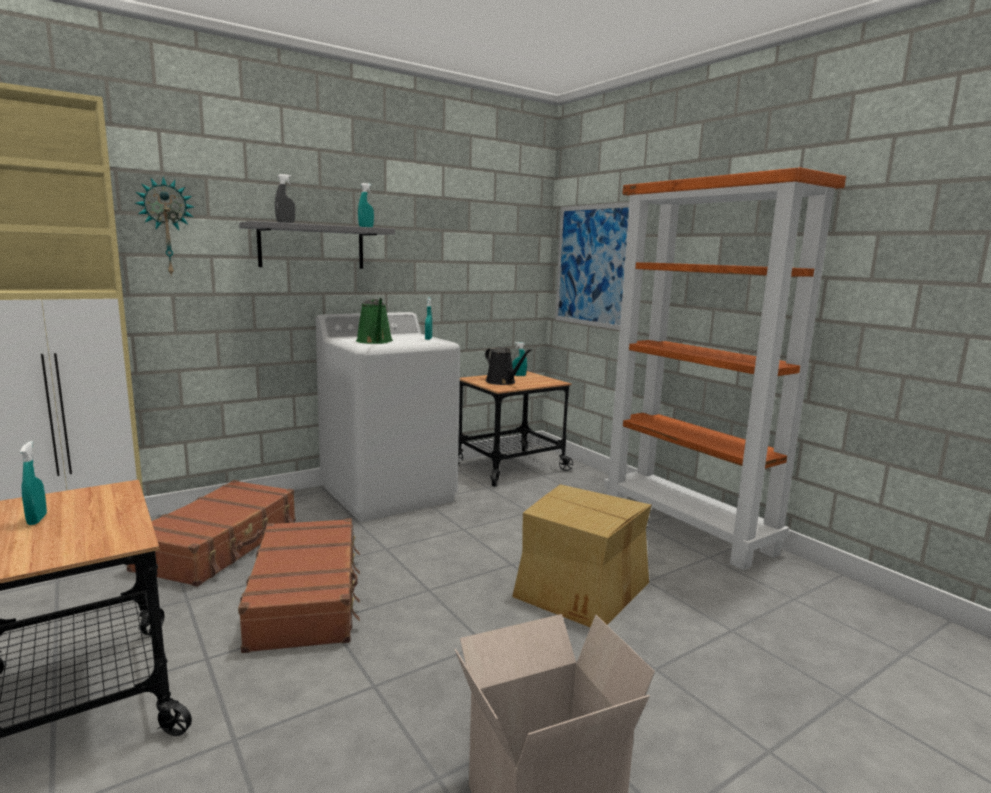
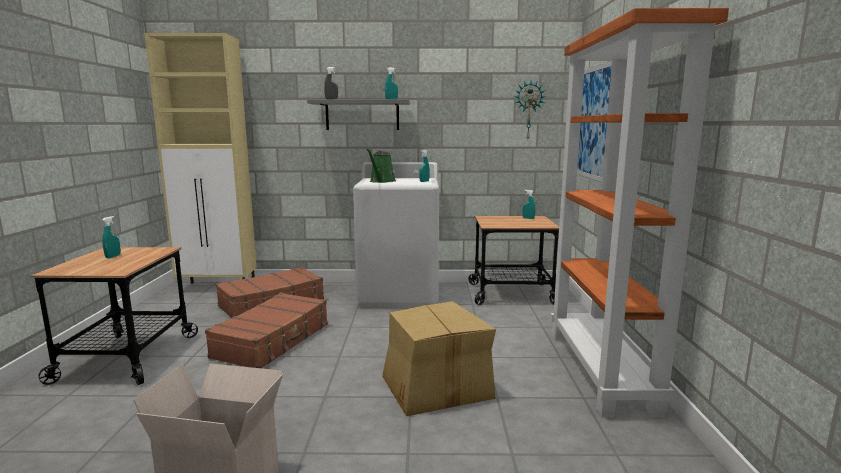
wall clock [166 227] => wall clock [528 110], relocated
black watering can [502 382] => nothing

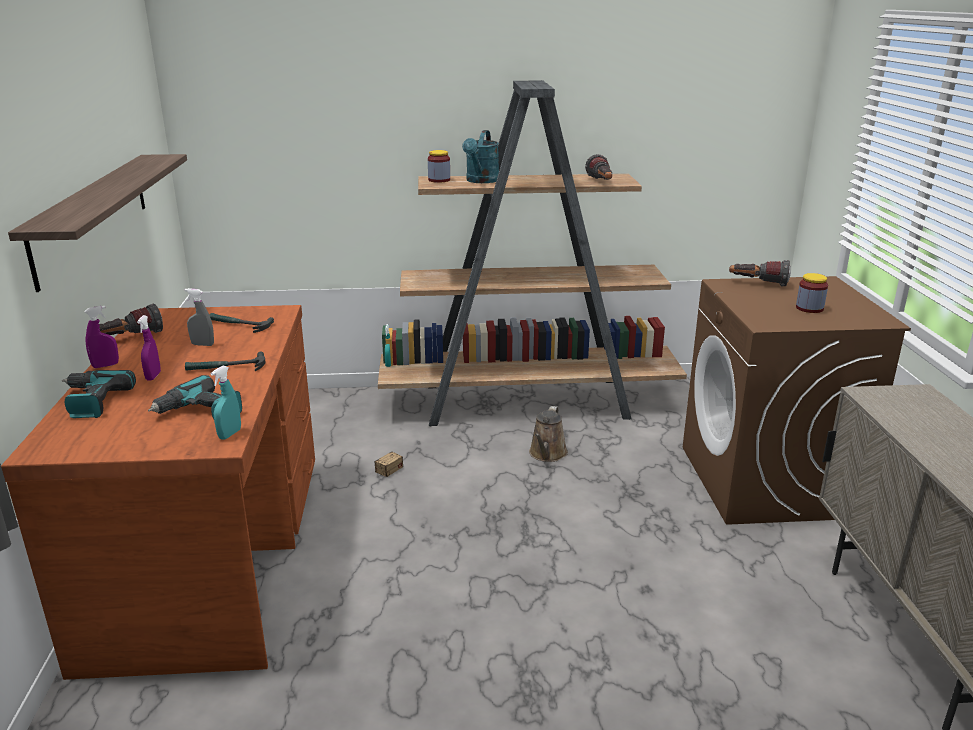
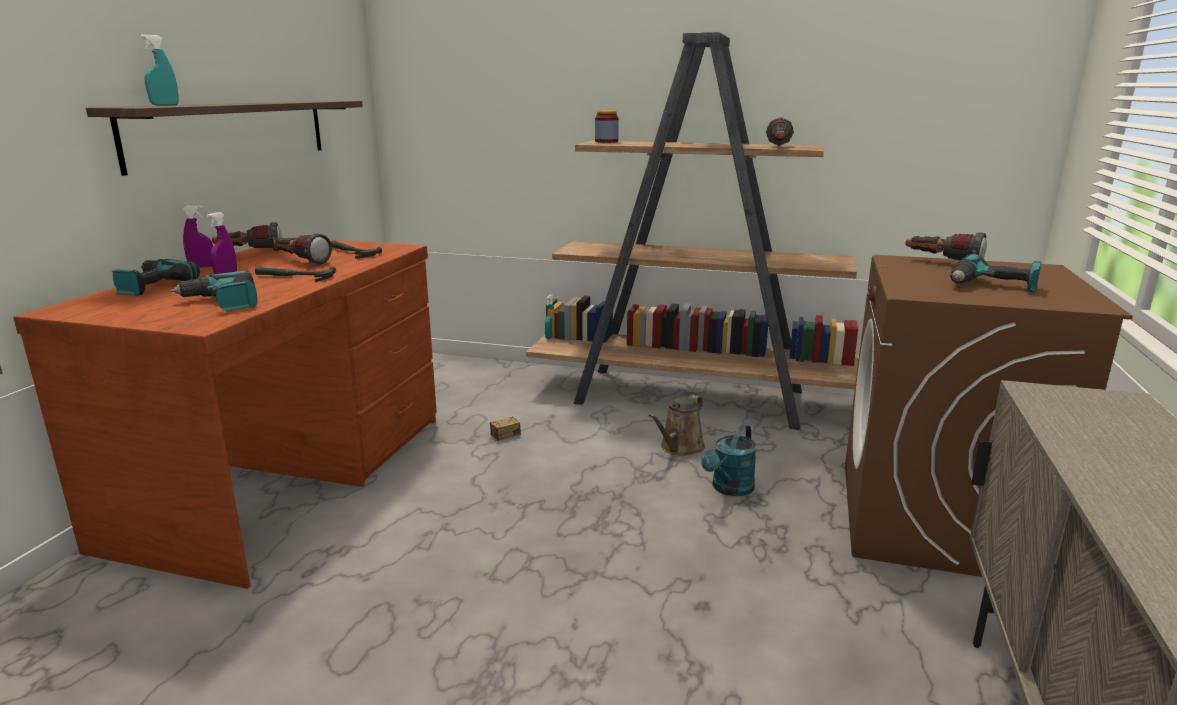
turquoise watering can [481 181] => turquoise watering can [729 489], relocated
jar [809 308] => power drill [991 286]
grey spray bottle [202 344] => flashlight [300 261]
turquoise spray bottle [229 434] => turquoise spray bottle [165 105], relocated

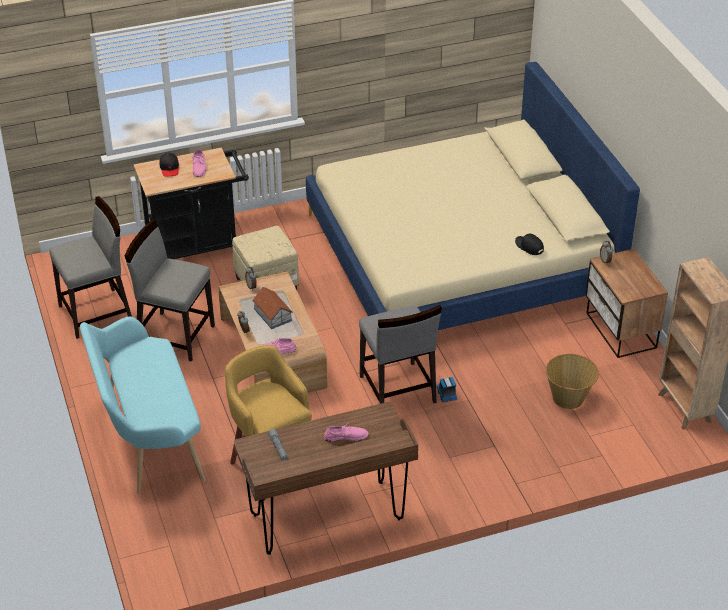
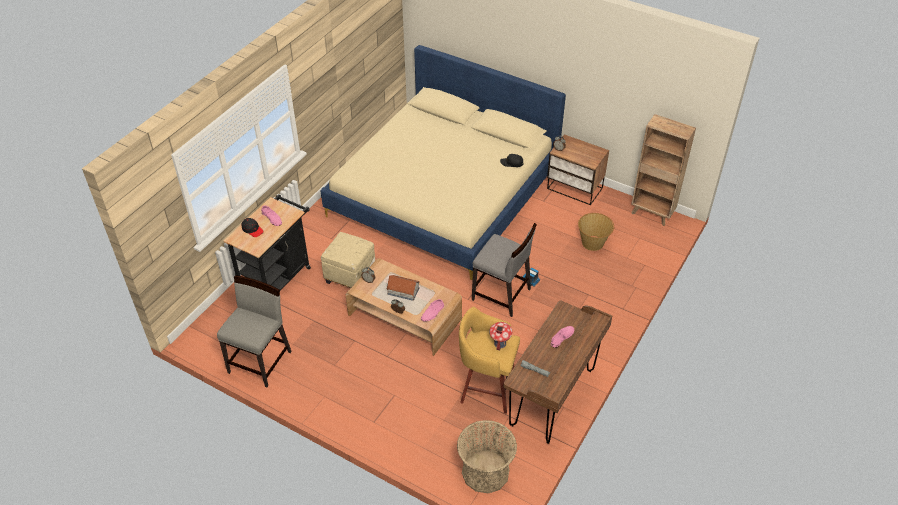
grey chair [175 336] => nothing
turquoise bench [147 438] => nothing
nothing => toy house [500 343]
nothing => basket [485 472]

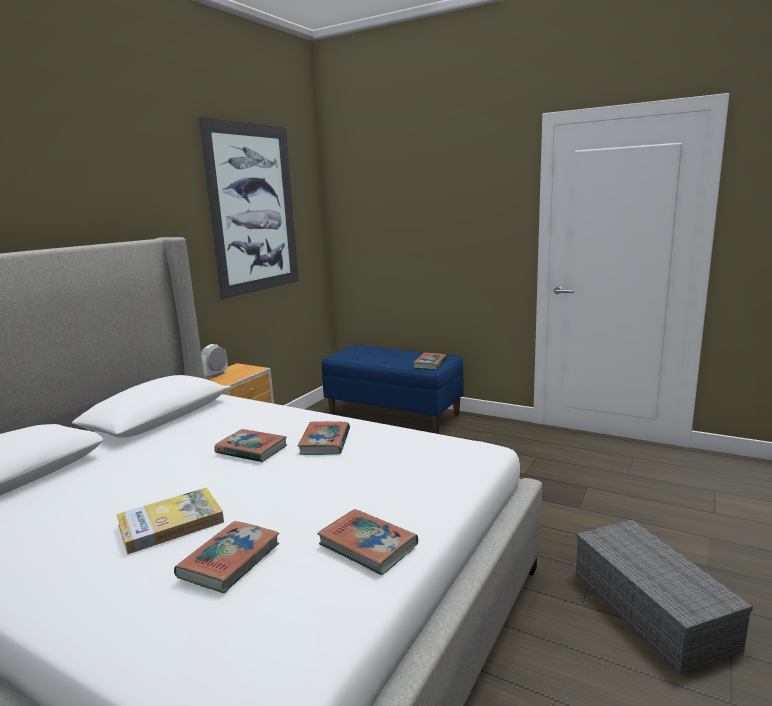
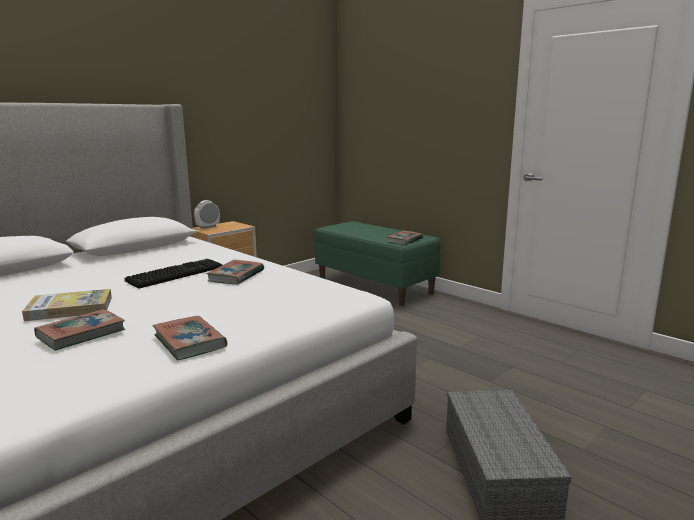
picture [253 209] => nothing
blue bench [394 414] => green bench [375 286]
book [251 450] => keyboard [176 274]

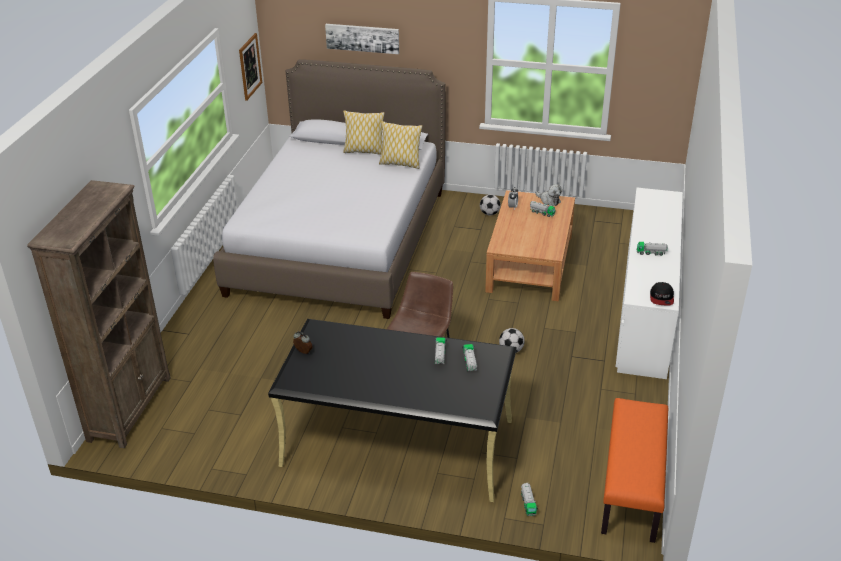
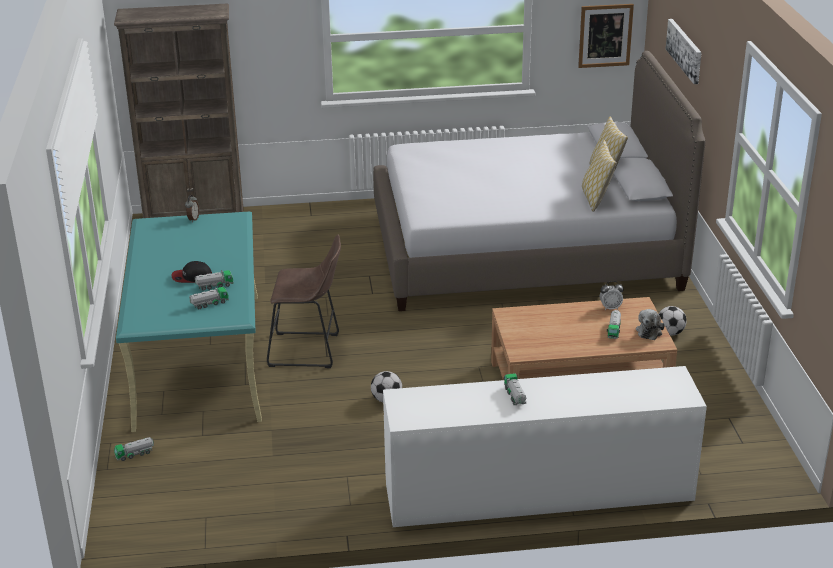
cap [661 298] => cap [192 277], relocated
black desk [397 443] => turquoise desk [199 359]
orange bench [632 488] => nothing

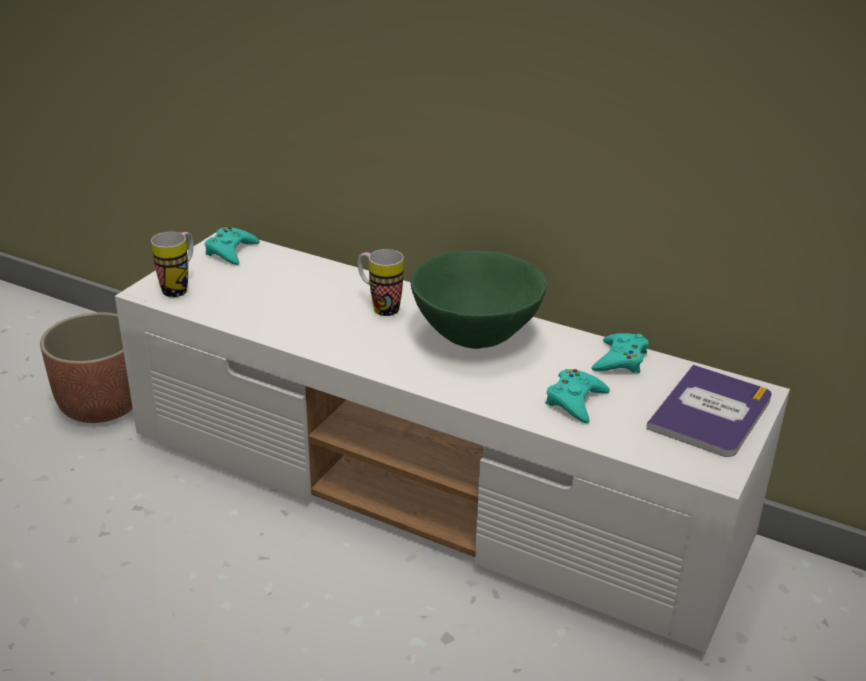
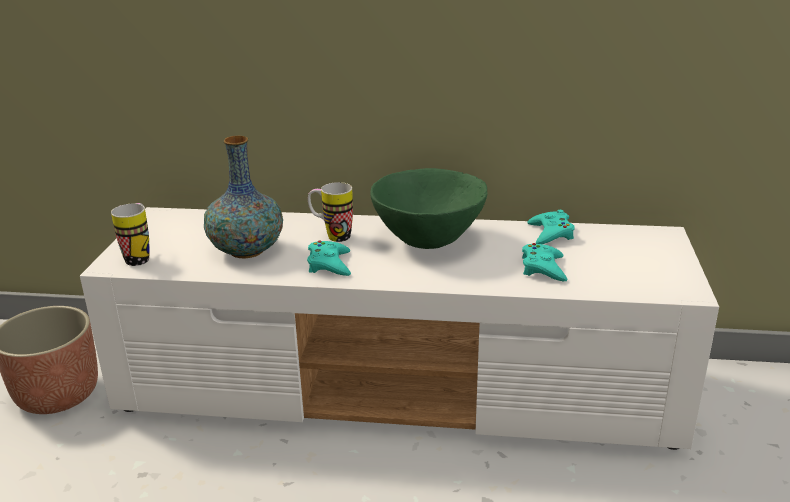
turquoise game controller [231 251] => turquoise game controller [329 264], relocated
book [711 412] => nothing
nothing => vase [246 251]

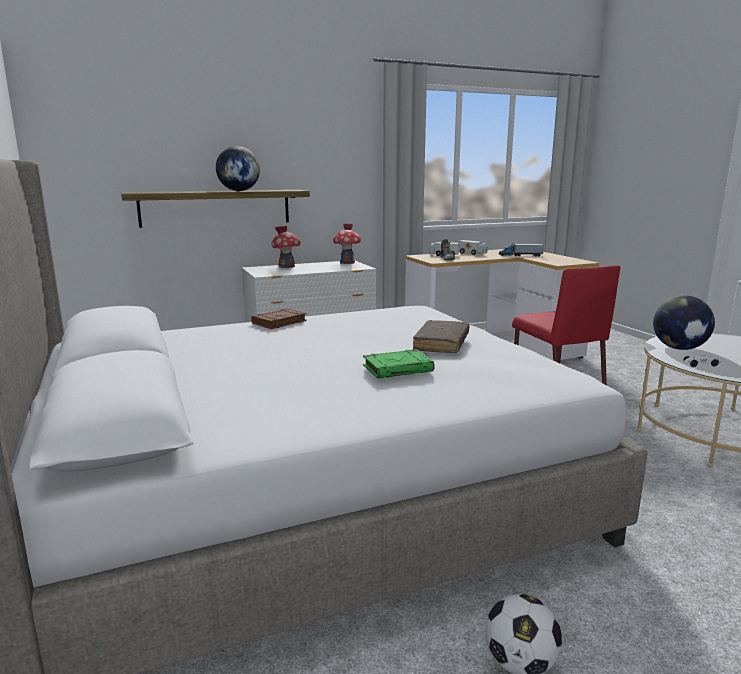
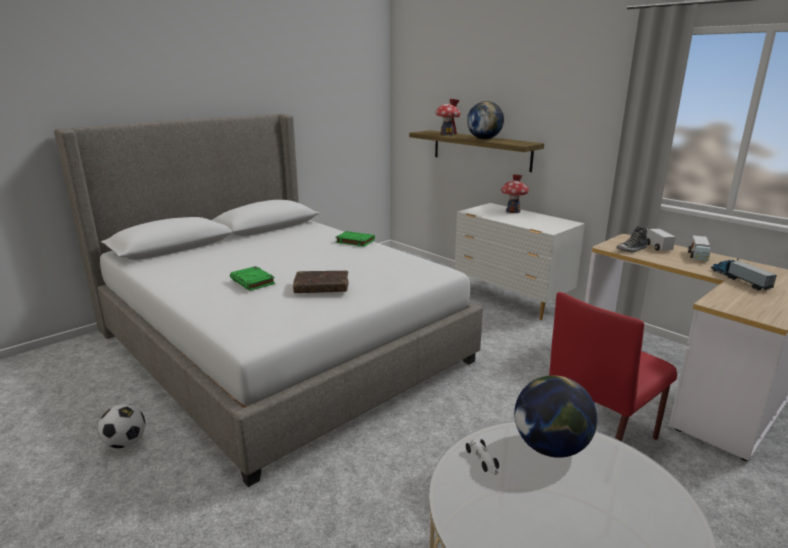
toy house [347 262] => toy house [447 134], relocated
brown book [279 322] => green book [354 241]

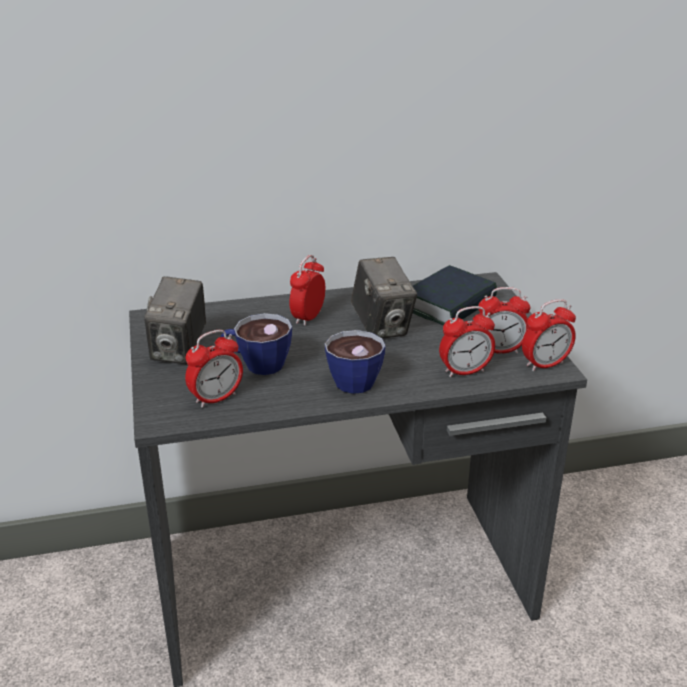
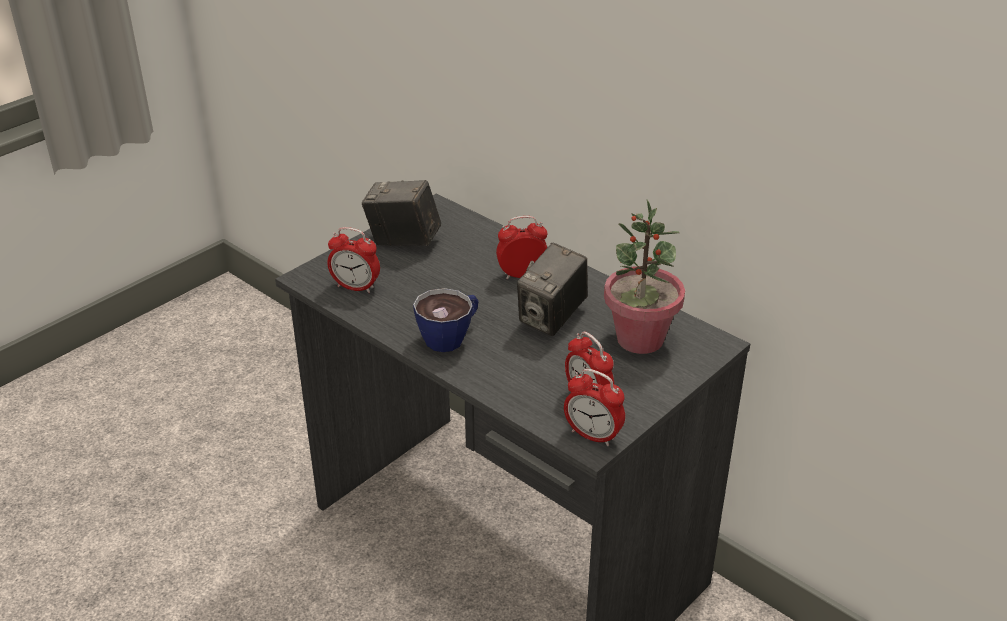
book [449 305] => potted plant [639 340]
photo camera [179 350] => photo camera [403 241], 45 degrees clockwise
alarm clock [465 371] => nothing
cup [256 364] => nothing

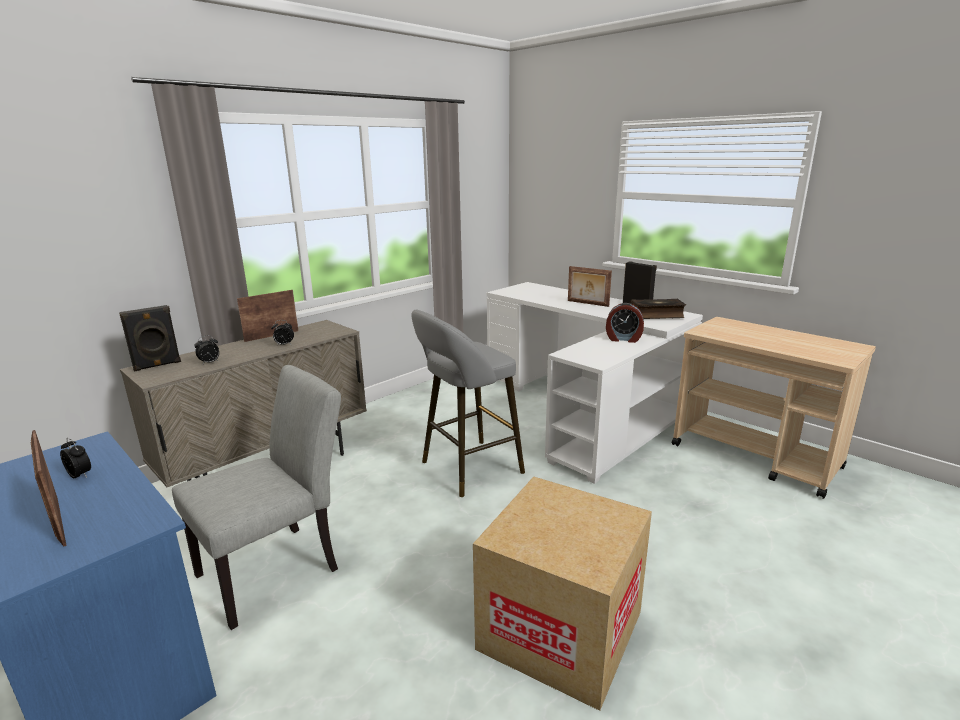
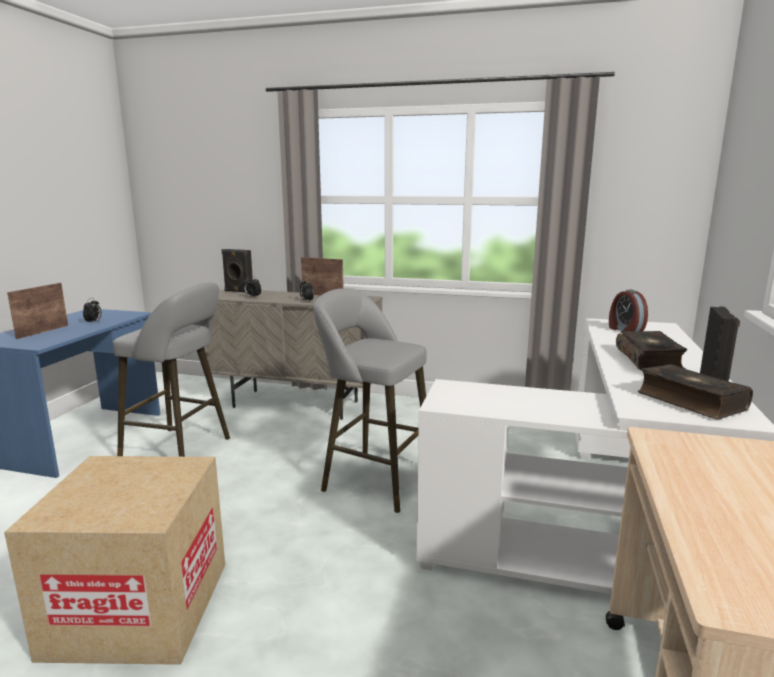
picture frame [587 303] => book [649 359]
alarm clock [623 339] => alarm clock [624 330], relocated
grey chair [278 567] => grey stool [181 450]

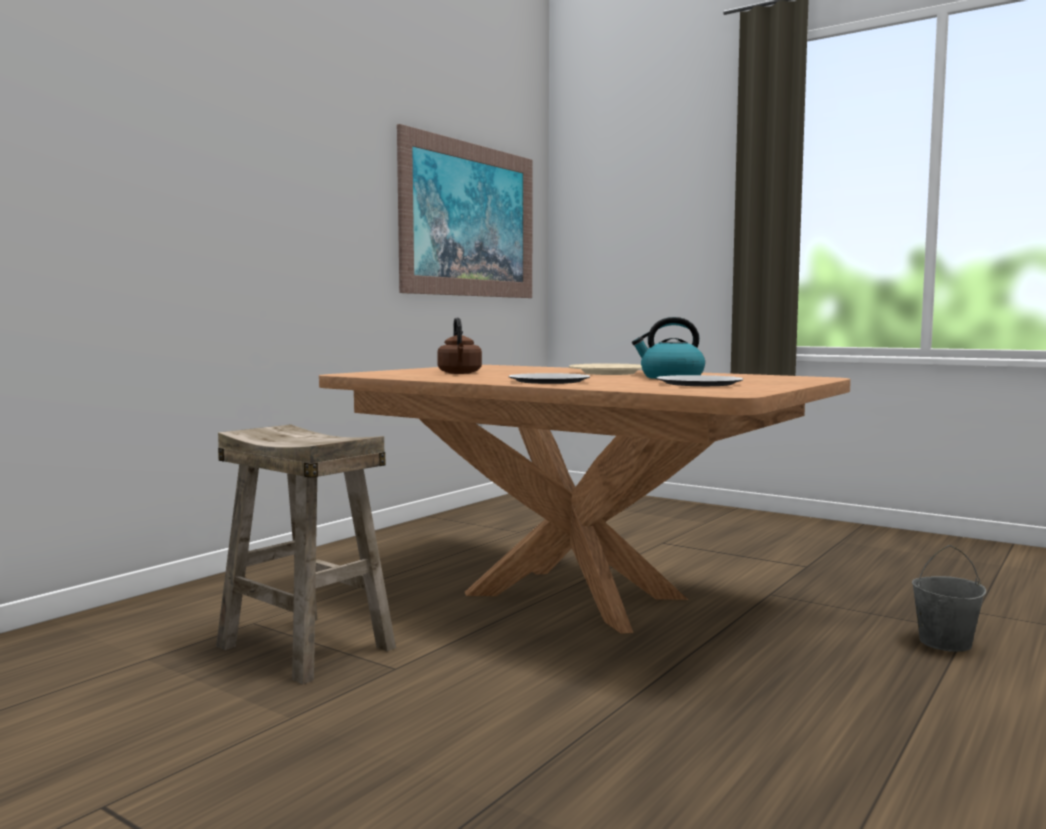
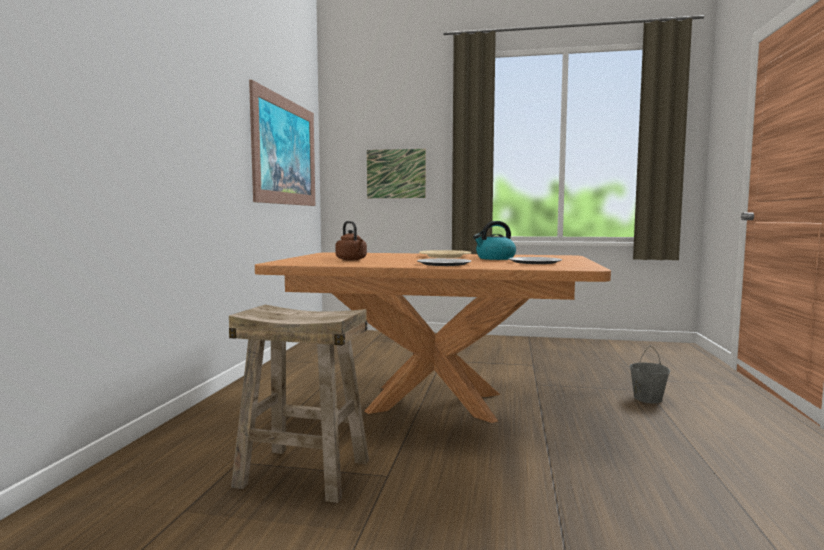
nothing => picture [396 173]

